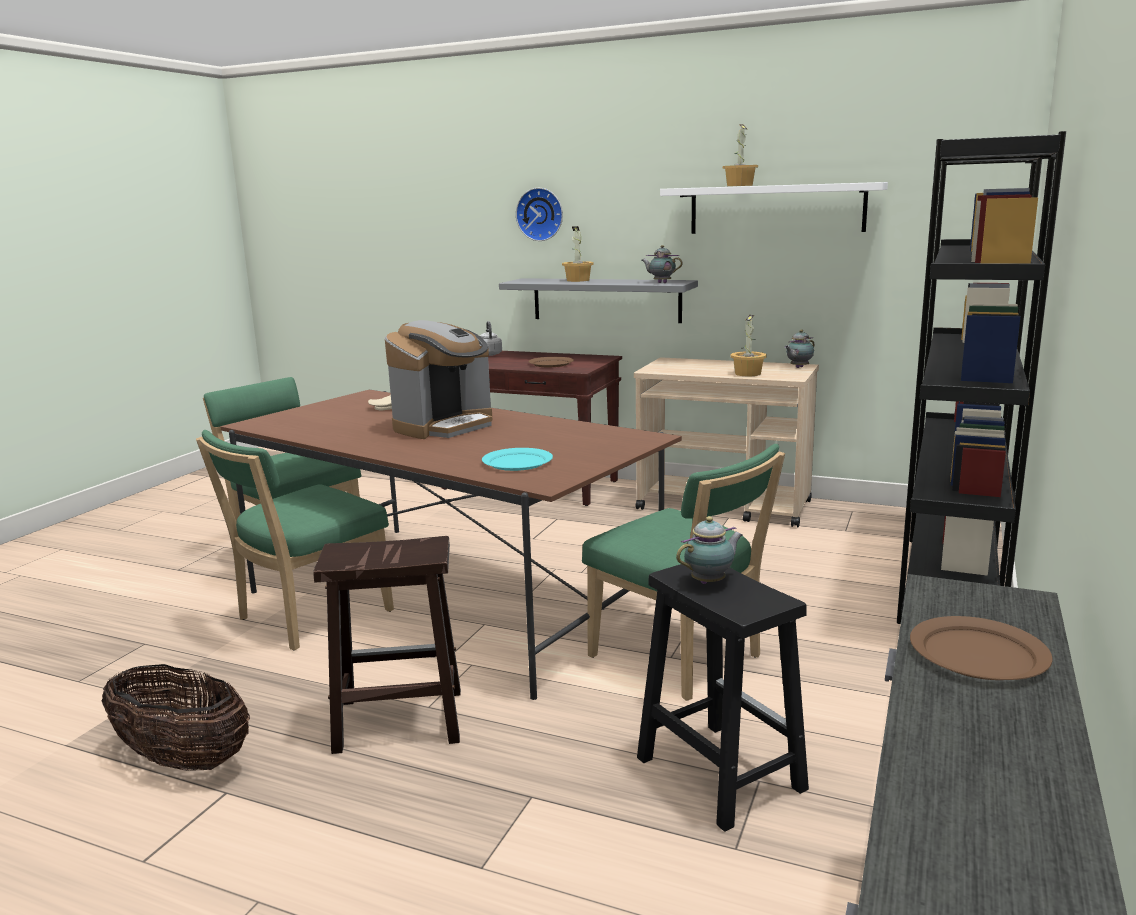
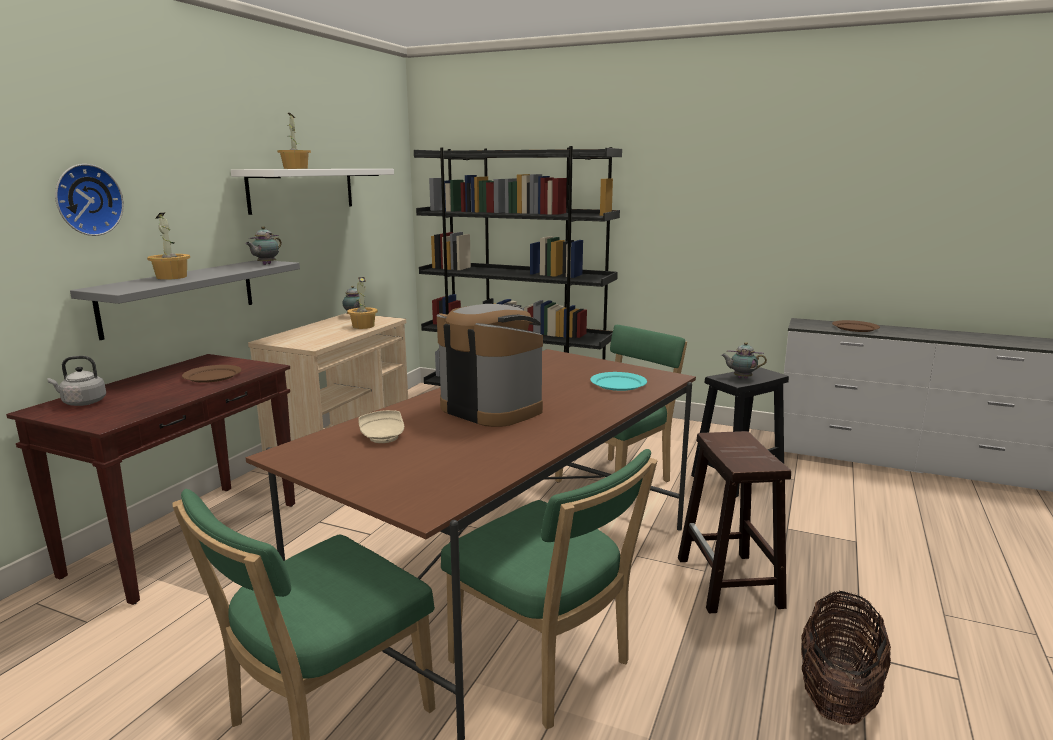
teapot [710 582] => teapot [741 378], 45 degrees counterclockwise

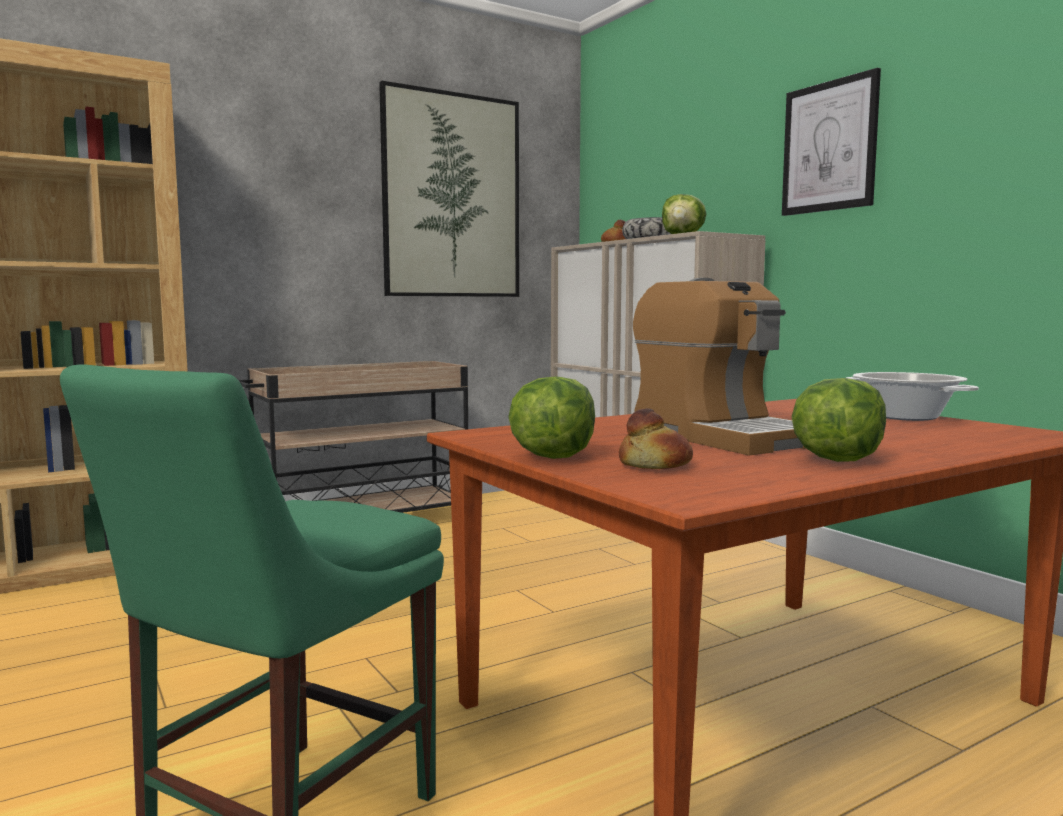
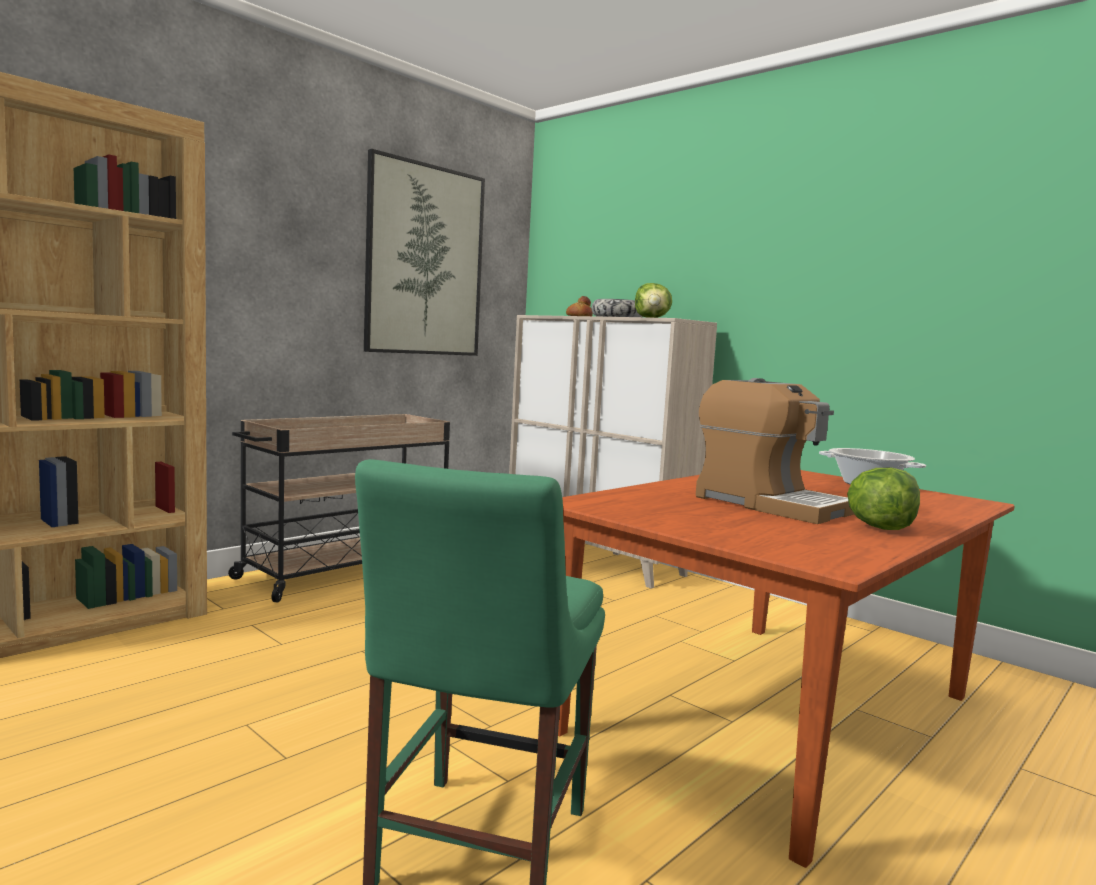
picture [829 146] => nothing
lettuce [552 456] => nothing
bread [654 465] => nothing

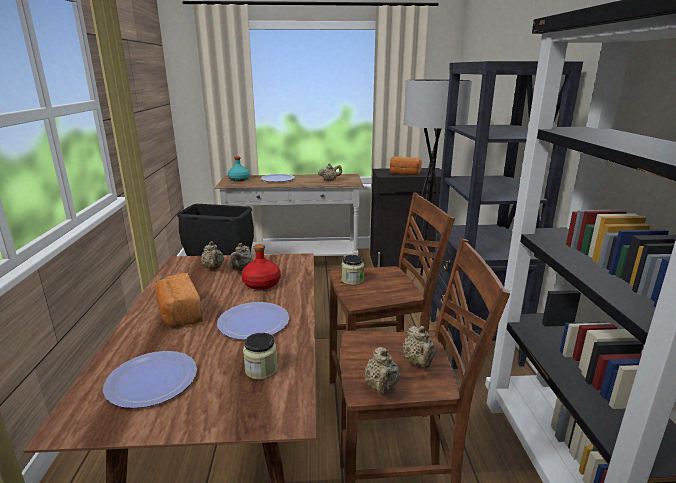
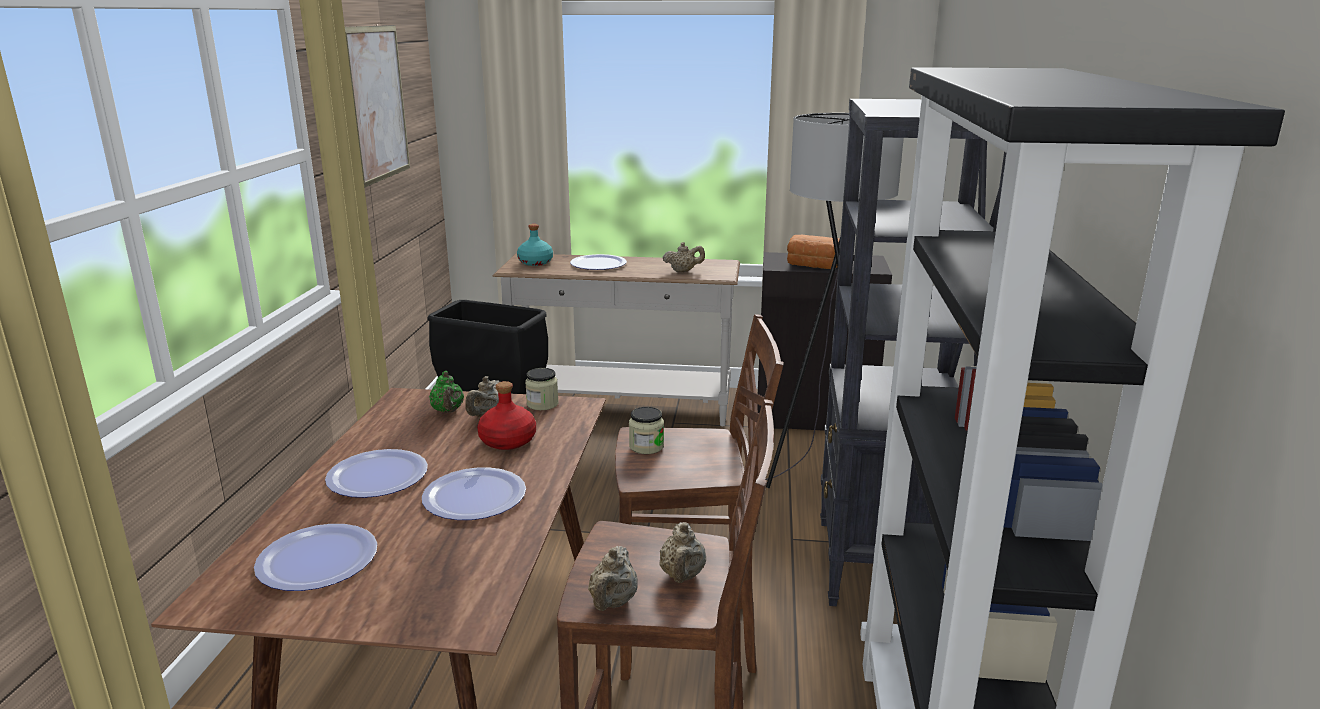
beige teapot [213 268] => green teapot [448 411]
bread [179 314] => plate [378 476]
jar [261 369] => jar [542 404], relocated
nothing => picture [376 104]

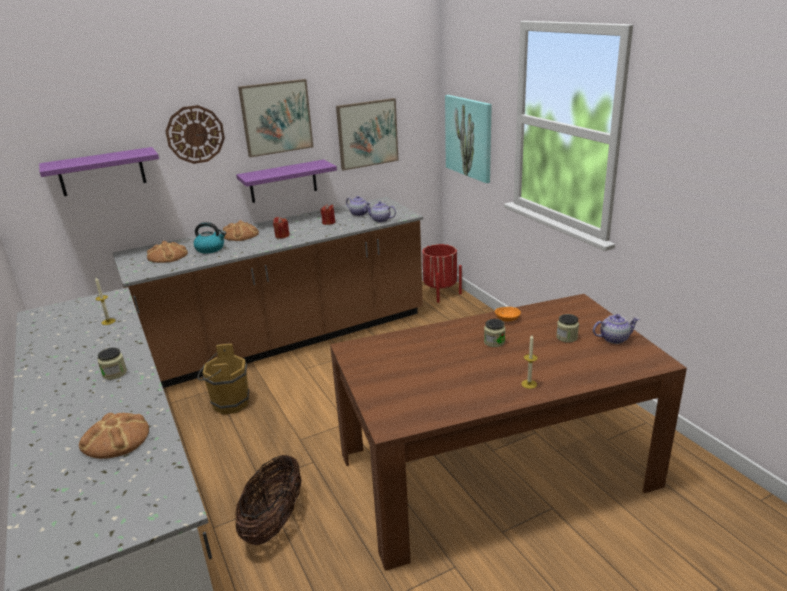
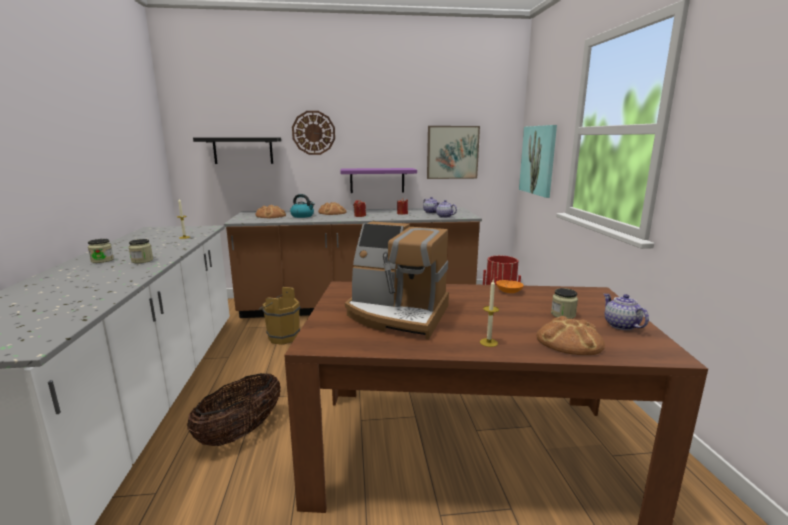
picture [276 117] => nothing
purple shelf [101 172] => black shelf [243 150]
teapot [614 338] => teapot [620 325], 120 degrees counterclockwise
jar [494 342] => jar [102 260], relocated
bread [115 438] => bread [569 341], relocated
nothing => coffee machine [397 314]

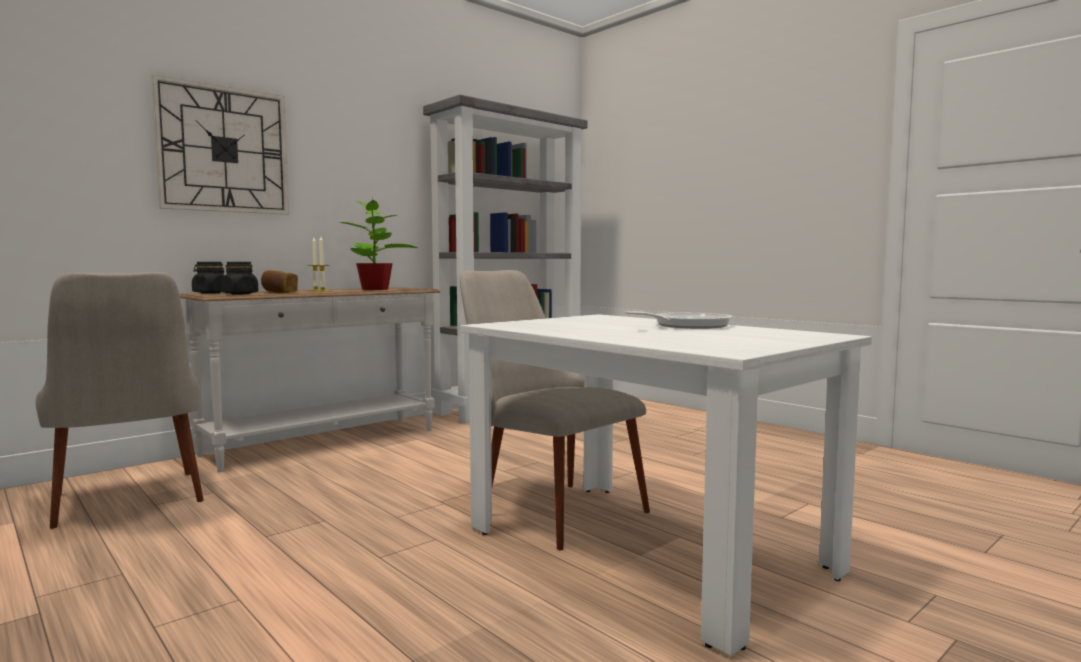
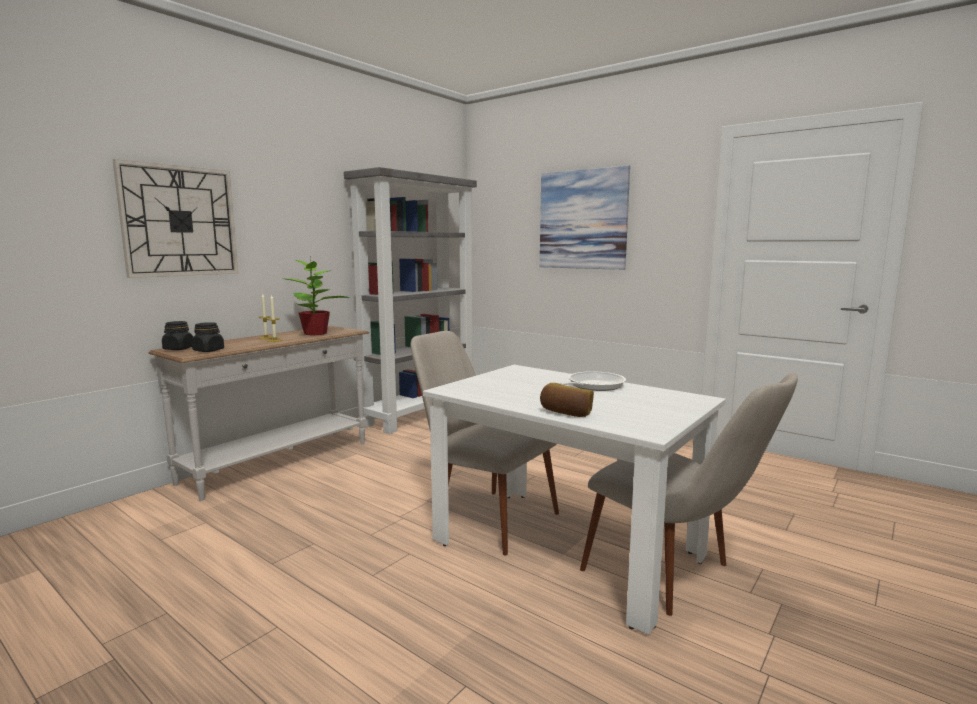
bread [278 292] => bread [566 412], relocated
beige chair [129 506] => beige chair [677 578], relocated
nothing => picture [583 219]

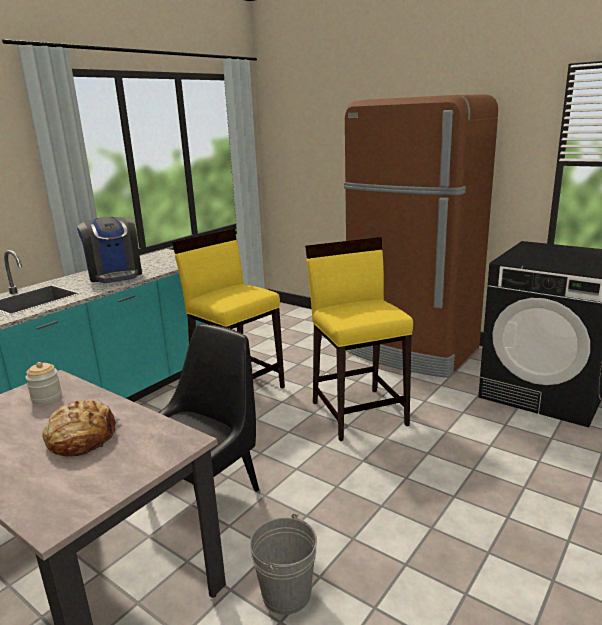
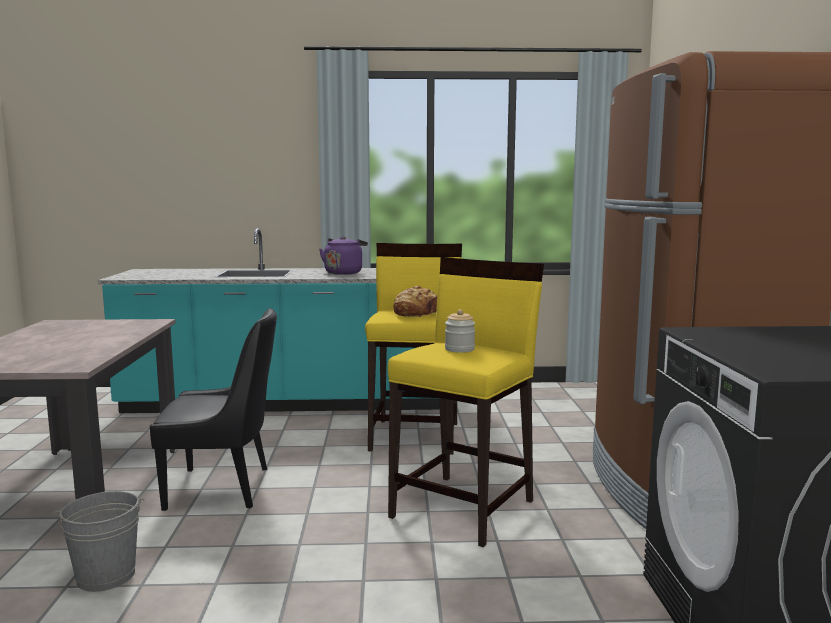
coffee machine [115 275] => purple kettle [344 273]
jar [47 397] => jar [459 349], relocated
bread [81 438] => bread [416 313], relocated

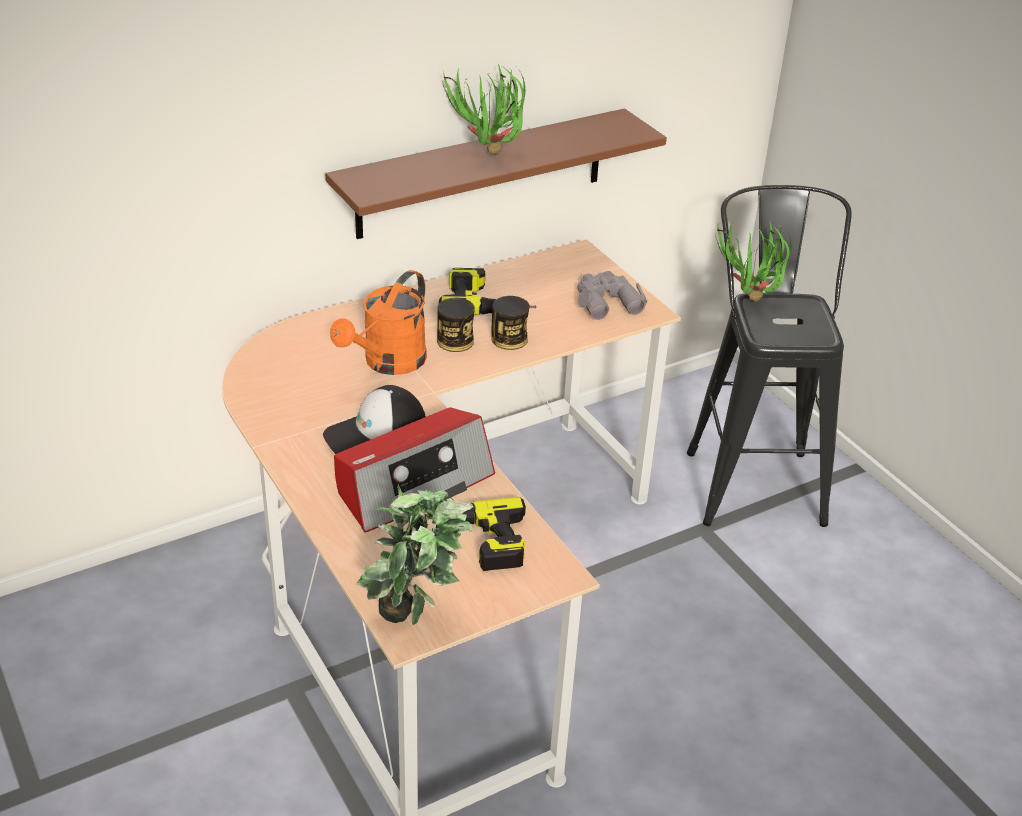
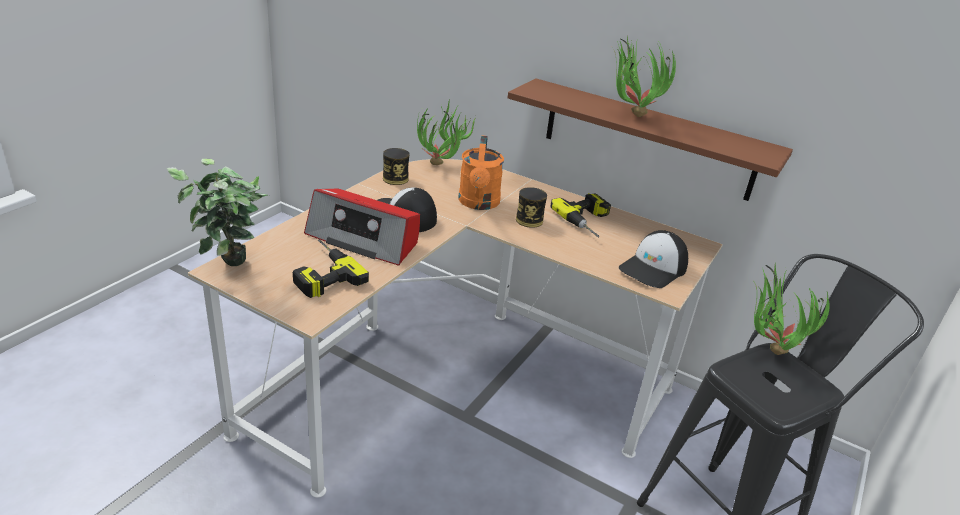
orange watering can [388 363] => orange watering can [479 203], 90 degrees counterclockwise
grey binoculars [606 301] => cap [654 269]
can [509 339] => can [395 179], relocated
nothing => potted plant [441 168]

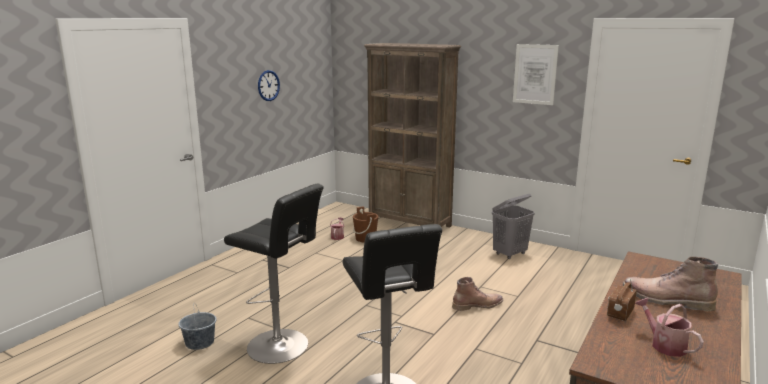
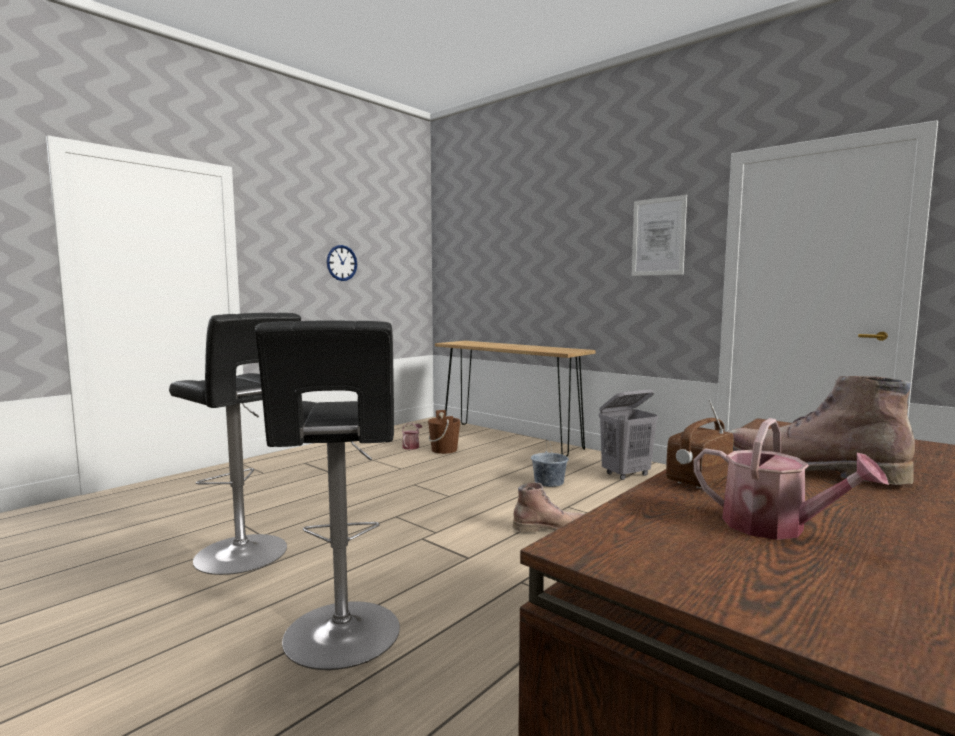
brown bookcase [410 223] => brown console table [509 439]
watering can [664 344] => watering can [775 527], 150 degrees clockwise
grey bucket [199 342] => grey bucket [549 482], relocated

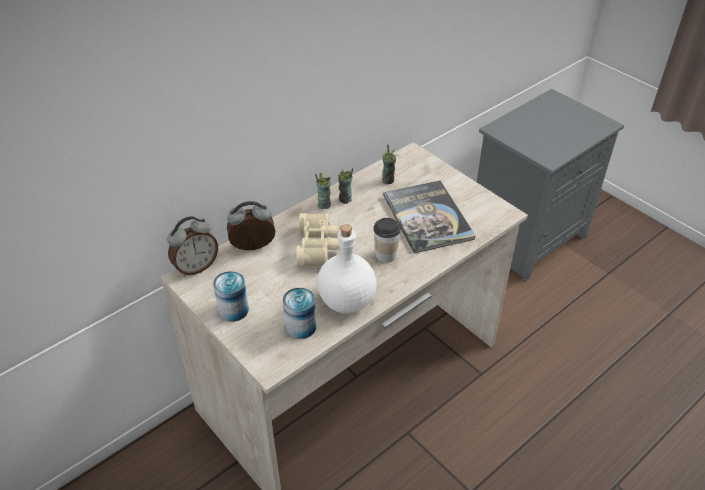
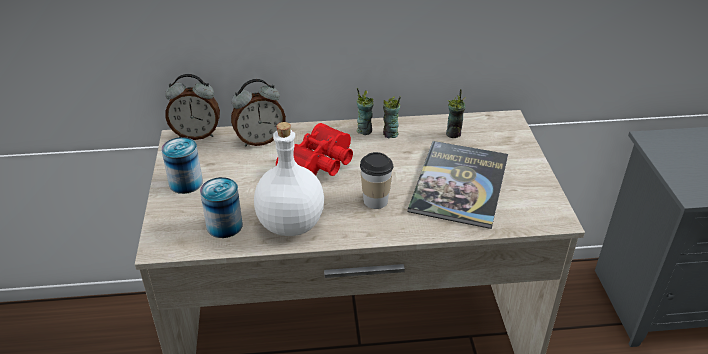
alarm clock [253 248] => alarm clock [260 140], 135 degrees clockwise
beige binoculars [321 246] => red binoculars [321 165]

